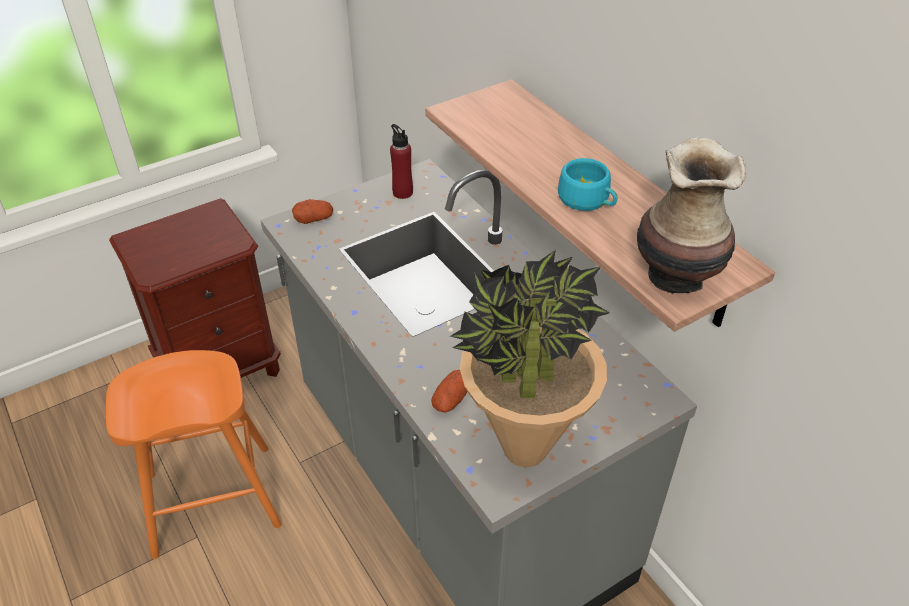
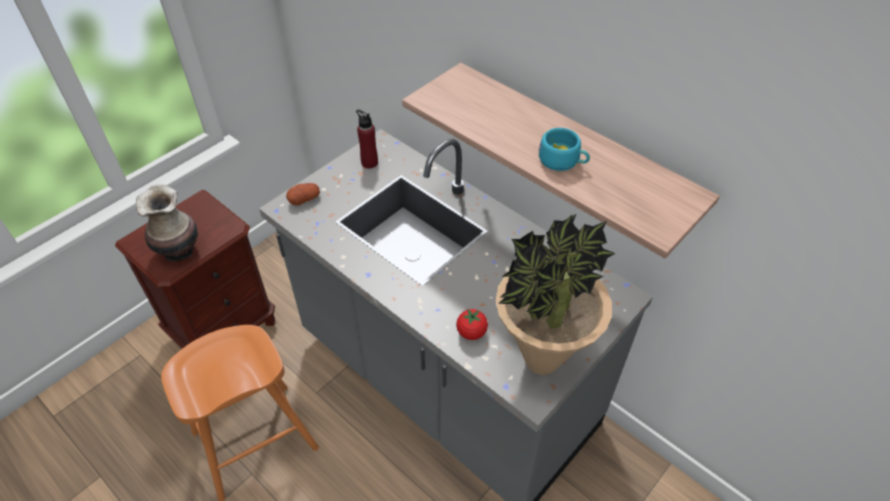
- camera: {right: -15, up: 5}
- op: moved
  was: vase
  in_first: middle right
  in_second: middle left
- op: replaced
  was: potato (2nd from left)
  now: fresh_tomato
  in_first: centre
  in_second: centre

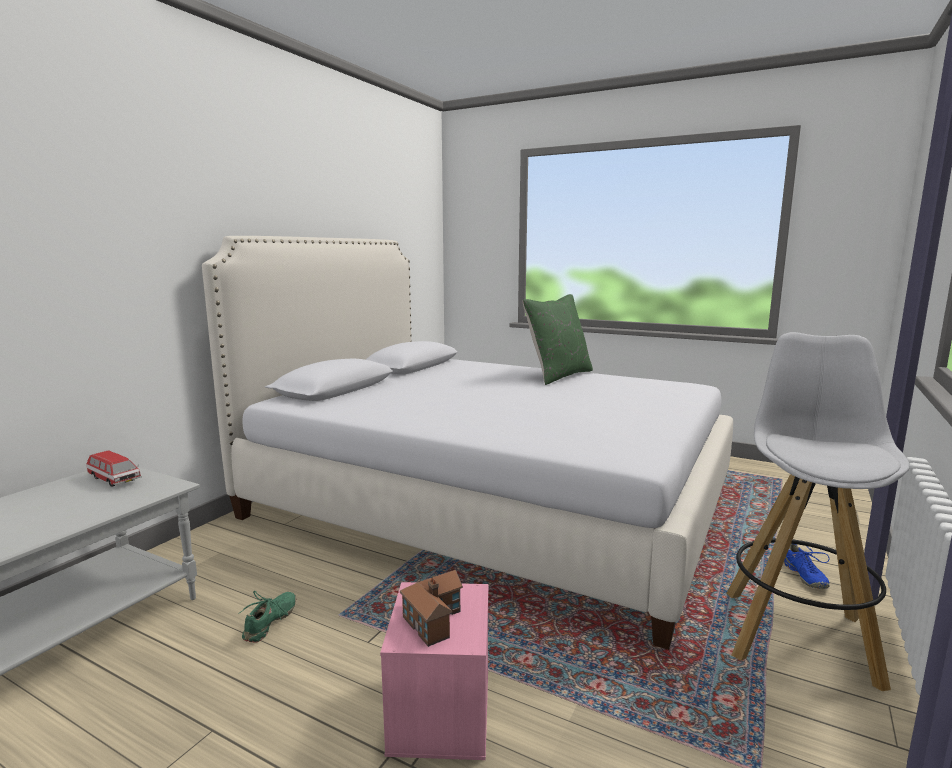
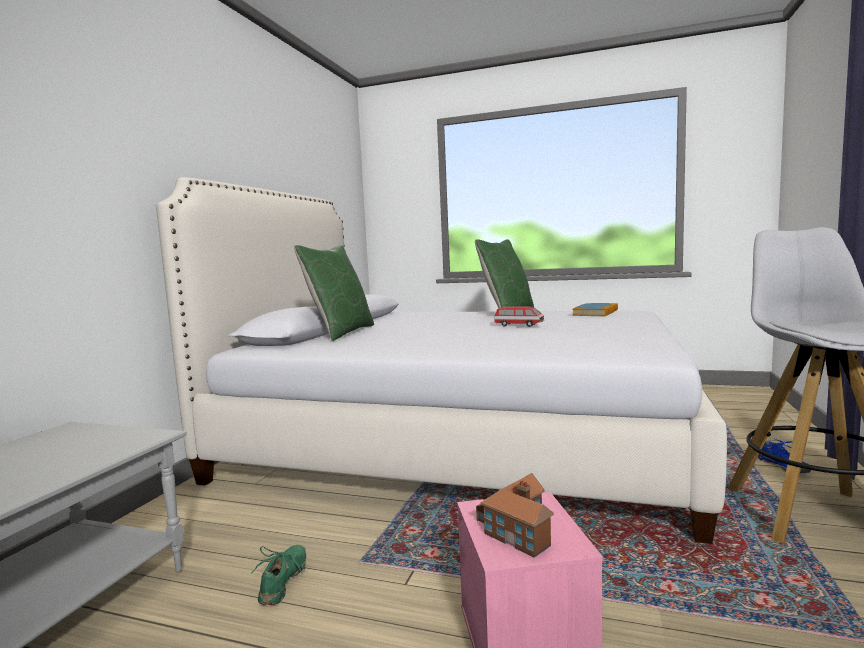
- camera: {right: -10, up: -5}
- op: moved
  was: miniature_car
  in_first: middle left
  in_second: centre
- op: added
  now: green-coloured_cushion (1st from left)
  in_second: centre
- op: added
  now: volume
  in_second: middle right

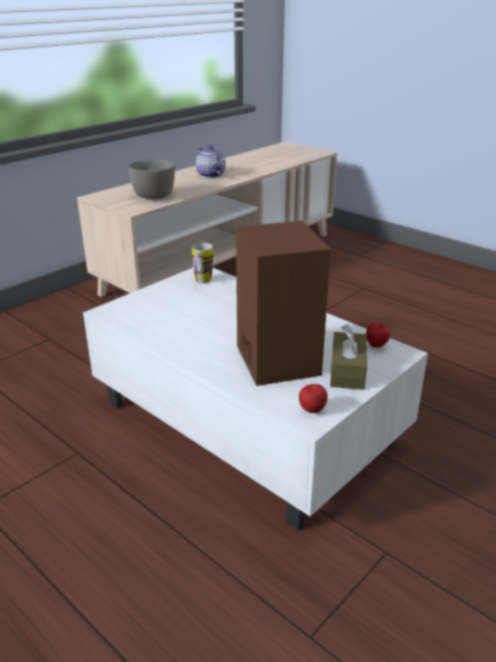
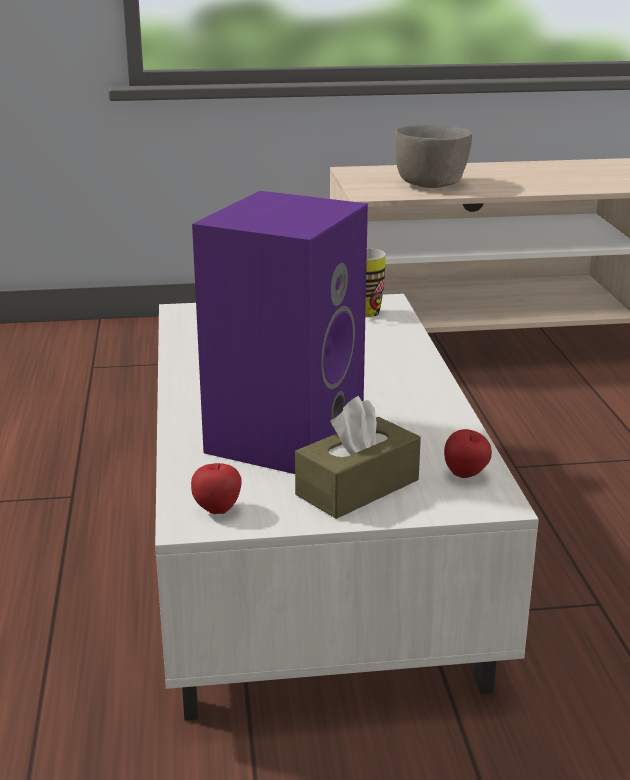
- camera: {right: 40, up: -5}
- op: removed
  was: pot_for_tea
  in_first: top centre
- op: recoloured
  was: brownish_loudspeaker
  now: purplish_loudspeaker
  in_first: centre
  in_second: centre

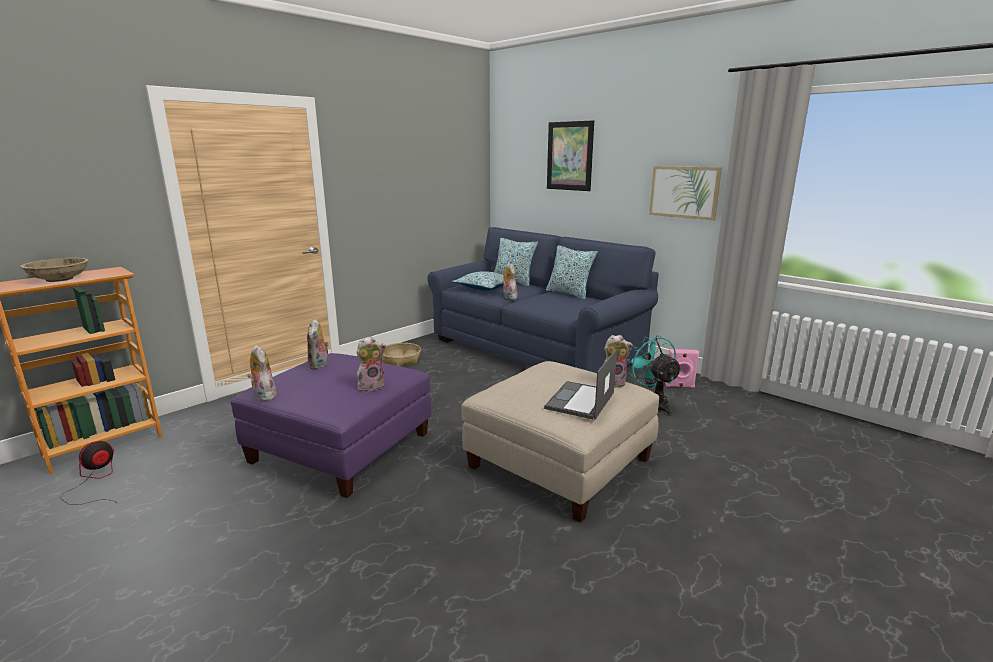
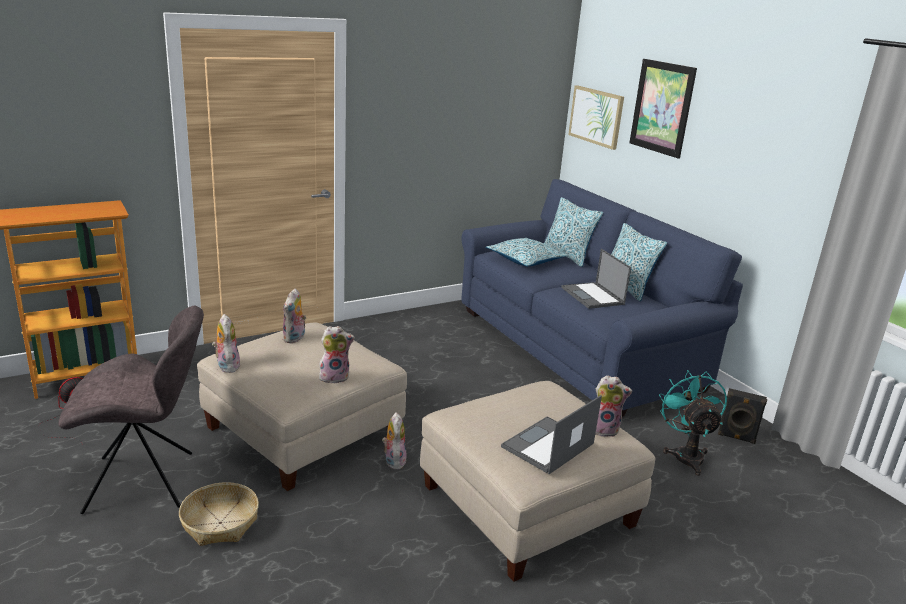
- camera: {right: 15, up: 5}
- op: moved
  was: wall_picture (2nd from left in the first image)
  now: wall_picture (1st from left)
  in_first: top right
  in_second: top centre
- op: removed
  was: sand-coloured_deep_dish
  in_first: middle left
- op: moved
  was: cuddly_toy (4th from left)
  in_first: centre
  in_second: bottom centre
- op: moved
  was: basket
  in_first: centre
  in_second: bottom left
- op: recoloured
  was: pink-coloured_loudspeaker
  now: blackish_loudspeaker
  in_first: middle right
  in_second: bottom right
- op: recoloured
  was: purplish_pouffe
  now: sand-coloured_pouffe (1st from left)
  in_first: centre
  in_second: bottom centre
- op: added
  now: laptop (2nd from left)
  in_second: centre
- op: added
  now: gray_plain_chair
  in_second: bottom left

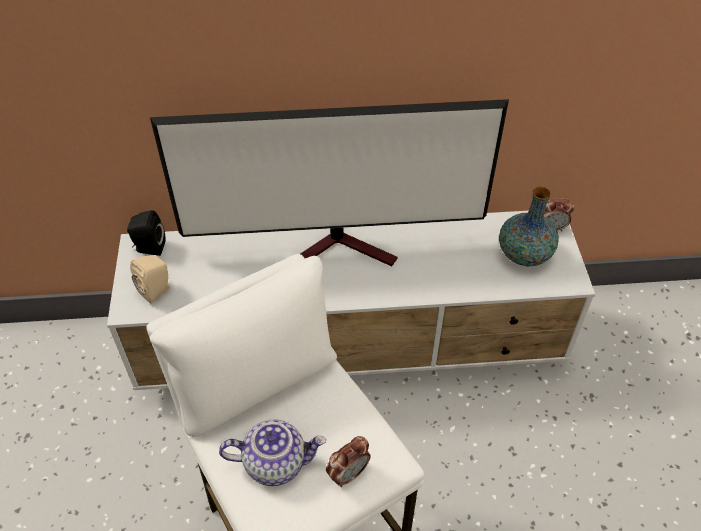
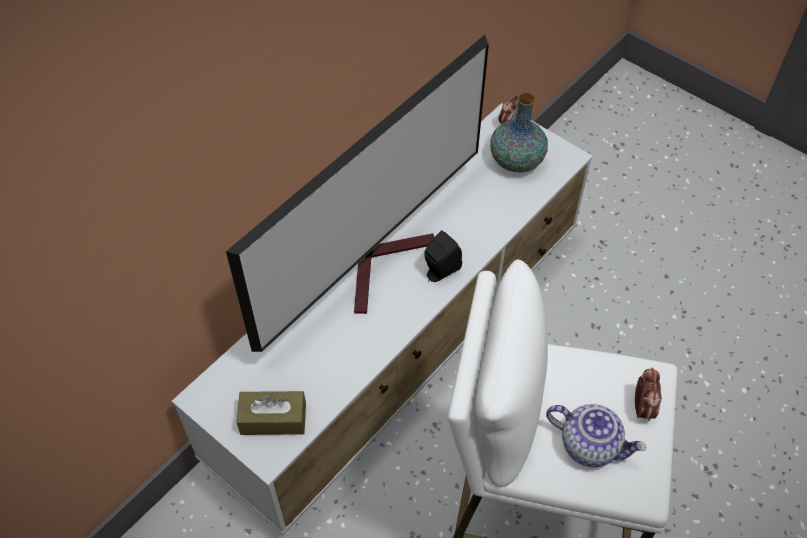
- camera: {right: -45, up: 5}
- op: moved
  was: blackish_loudspeaker
  in_first: middle left
  in_second: centre
- op: replaced
  was: sand-coloured_loudspeaker
  now: brownish_tissue_box
  in_first: middle left
  in_second: bottom centre
- op: turned
  was: pot_for_tea
  in_first: bottom centre
  in_second: bottom right
  clockwise: 75

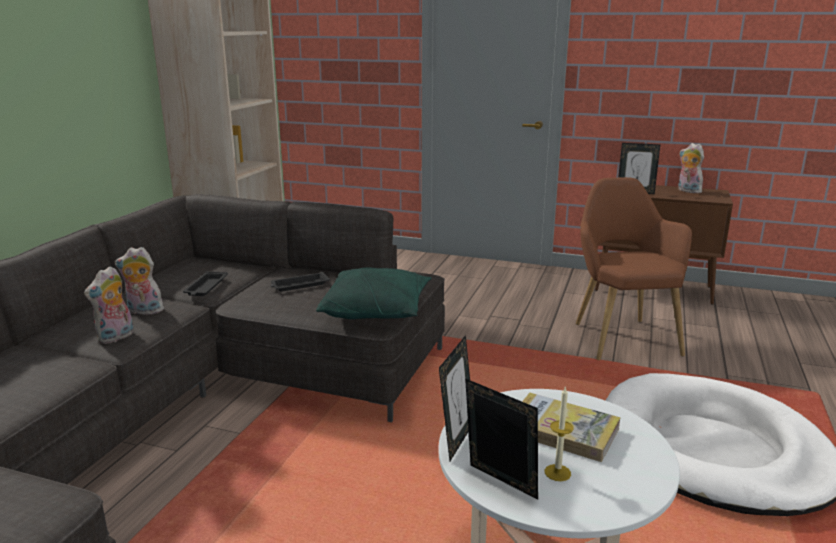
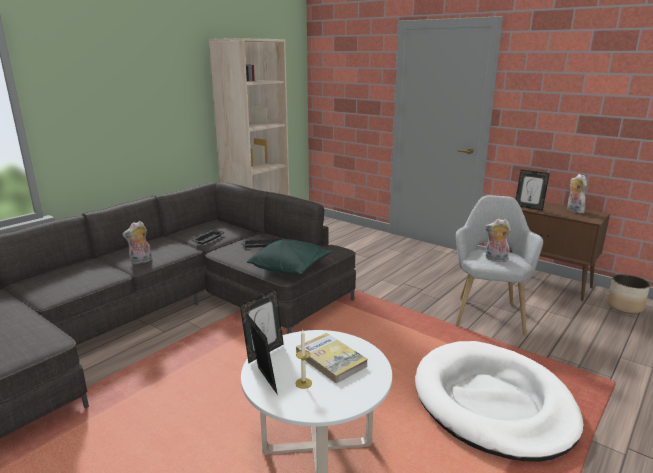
- camera: {right: 20, up: 0}
- op: recoloured
  was: brownish_armchair
  now: gray_armchair
  in_first: middle right
  in_second: middle right
- op: moved
  was: cuddly_toy (2nd from left)
  in_first: middle left
  in_second: middle right
- op: added
  now: plant_pot
  in_second: middle right

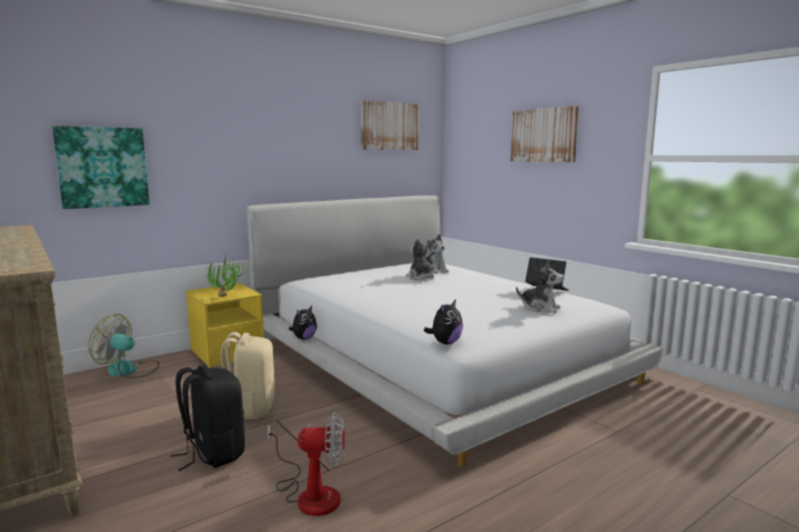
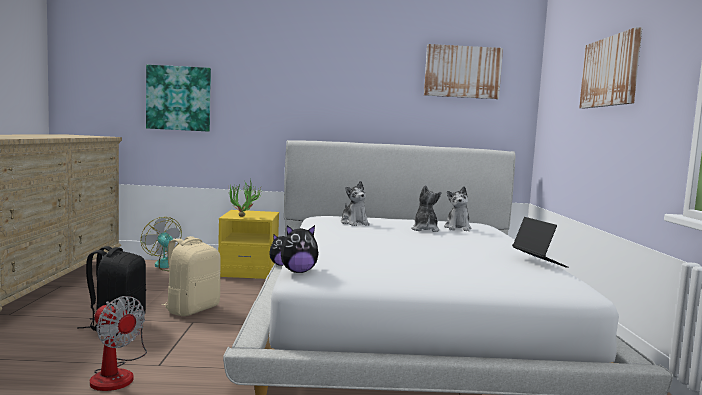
- camera: {right: 35, up: -5}
- op: moved
  was: cuddly_toy (5th from left in the first image)
  now: cuddly_toy (3rd from left)
  in_first: middle right
  in_second: centre

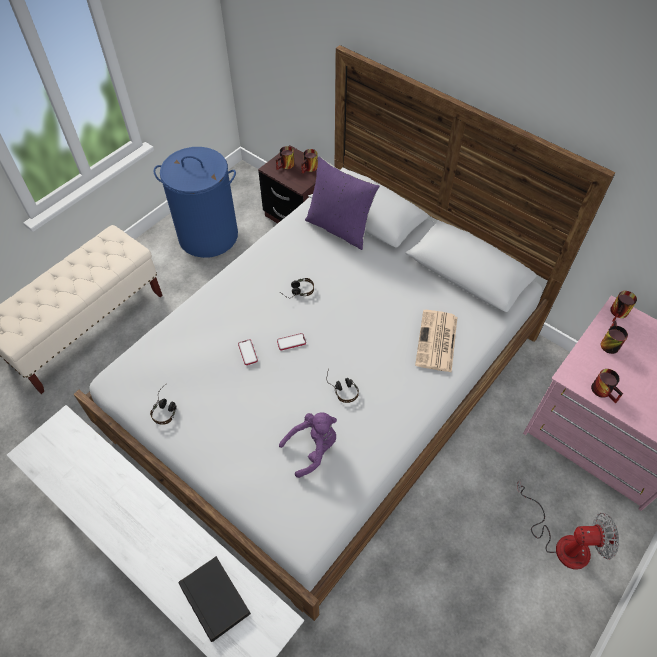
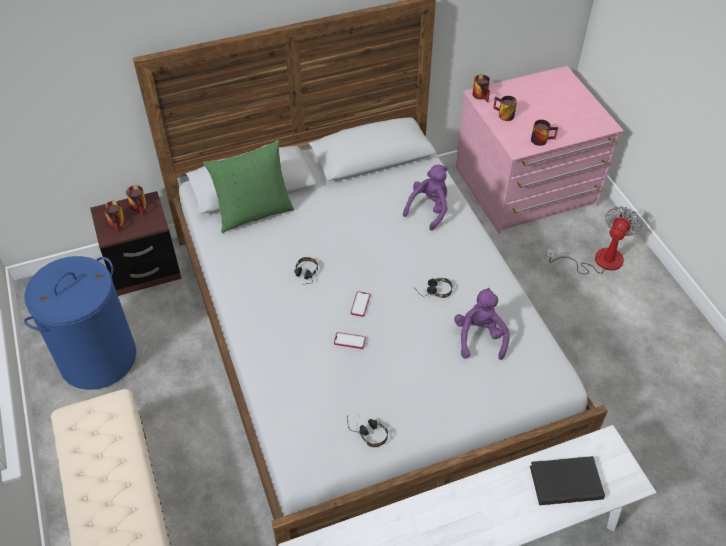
- camera: {right: -60, up: -5}
- op: recoloured
  was: purplish_cushion
  now: green-coloured_cushion
  in_first: top centre
  in_second: centre
- op: replaced
  was: daily_paper
  now: purplish_cuddly_toy (1st from left)
  in_first: centre
  in_second: centre

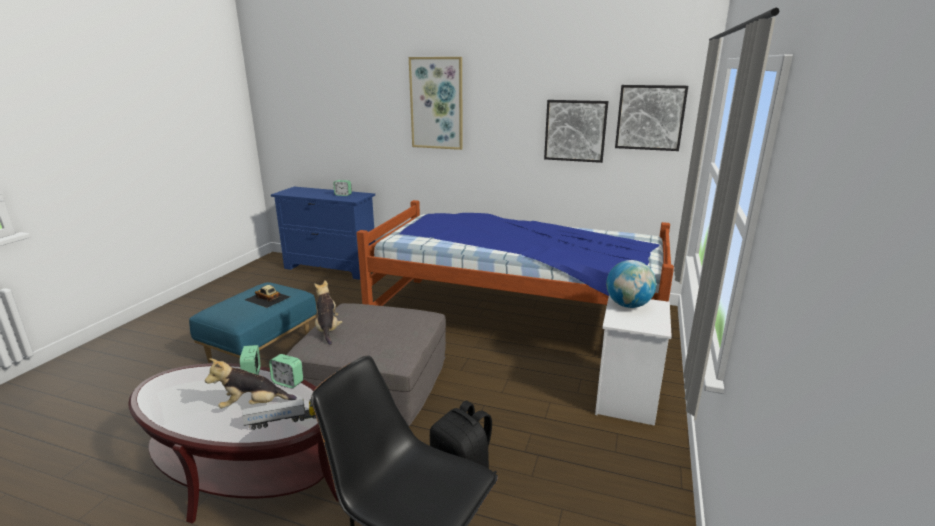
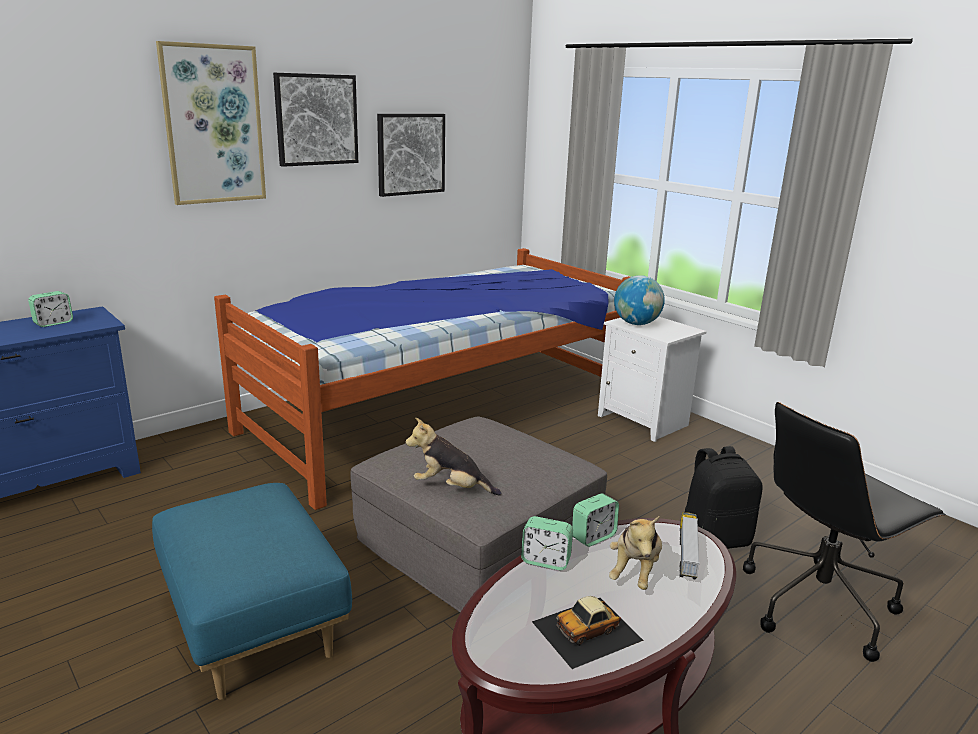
- camera: {right: -60, up: 0}
- op: moved
  was: wall_picture (3rd from left in the first image)
  now: wall_picture (2nd from left)
  in_first: top right
  in_second: top left
- op: moved
  was: miniature_car
  in_first: middle left
  in_second: bottom centre

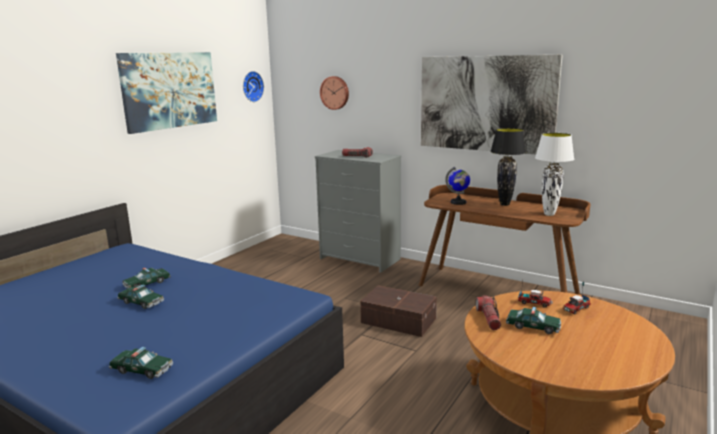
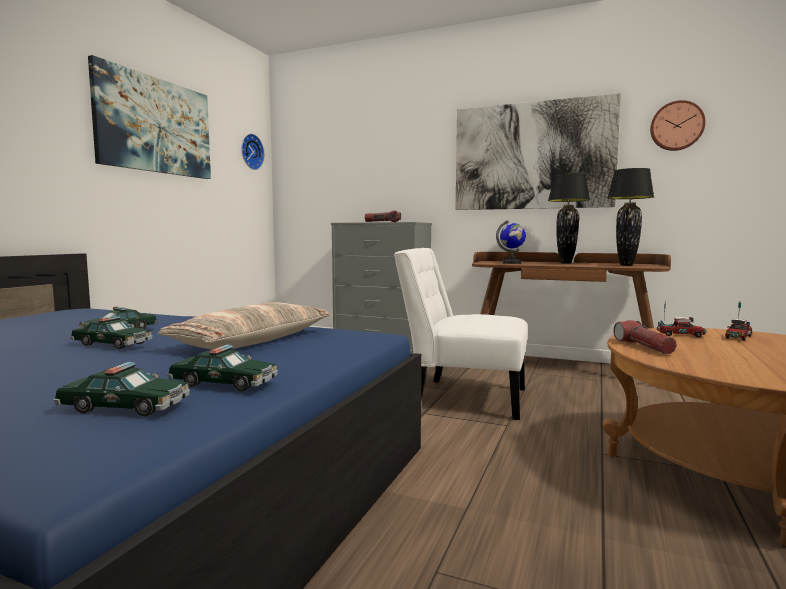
- camera: {right: -10, up: -10}
- op: moved
  was: clock_on_the_wall (2nd from left)
  in_first: top centre
  in_second: top right
- op: recoloured
  was: white_lamp_for_a_table
  now: blackish_lamp_for_a_table (2nd from left)
  in_first: middle right
  in_second: middle right
- op: replaced
  was: brownish_storage_bin
  now: white_plain_chair
  in_first: bottom centre
  in_second: centre
- op: moved
  was: miniature_car (4th from left)
  in_first: bottom right
  in_second: middle left
- op: added
  now: cushion
  in_second: middle left

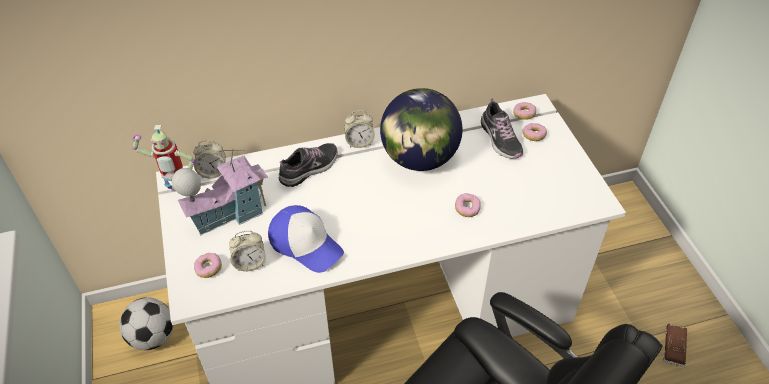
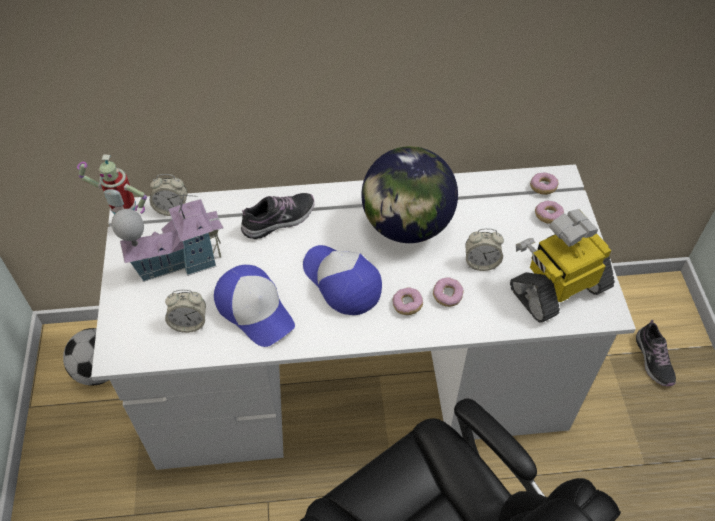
- camera: {right: 10, up: 5}
- op: moved
  was: item_of_footwear (2nd from left)
  in_first: centre
  in_second: bottom right
- op: moved
  was: bedside_clock (3rd from left)
  in_first: centre
  in_second: middle right
- op: moved
  was: ring_doughnut (1st from left)
  in_first: bottom left
  in_second: centre
- op: removed
  was: brownish_miniature_car
  in_first: bottom right
- op: added
  now: robot_figure (2nd from left)
  in_second: middle right
- op: added
  now: cap (2nd from left)
  in_second: centre

